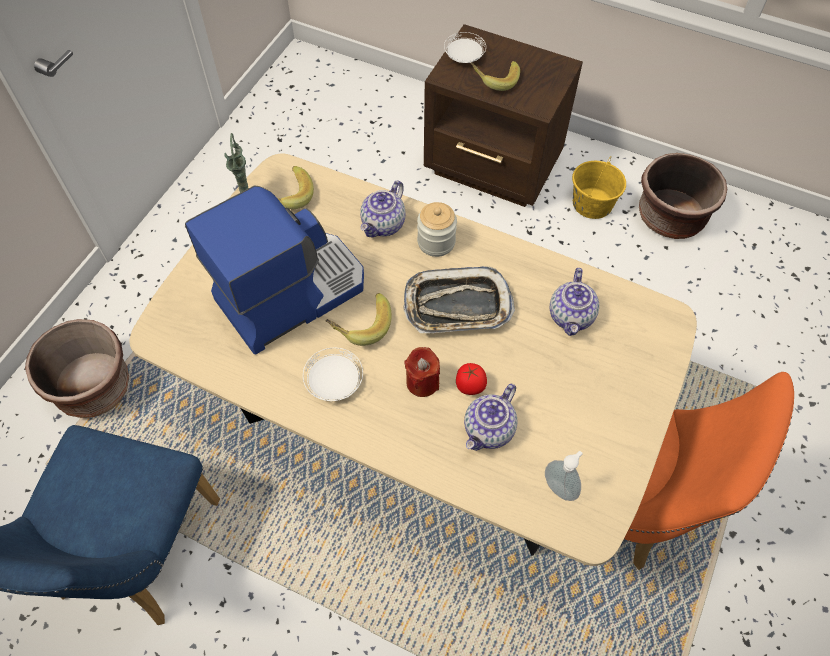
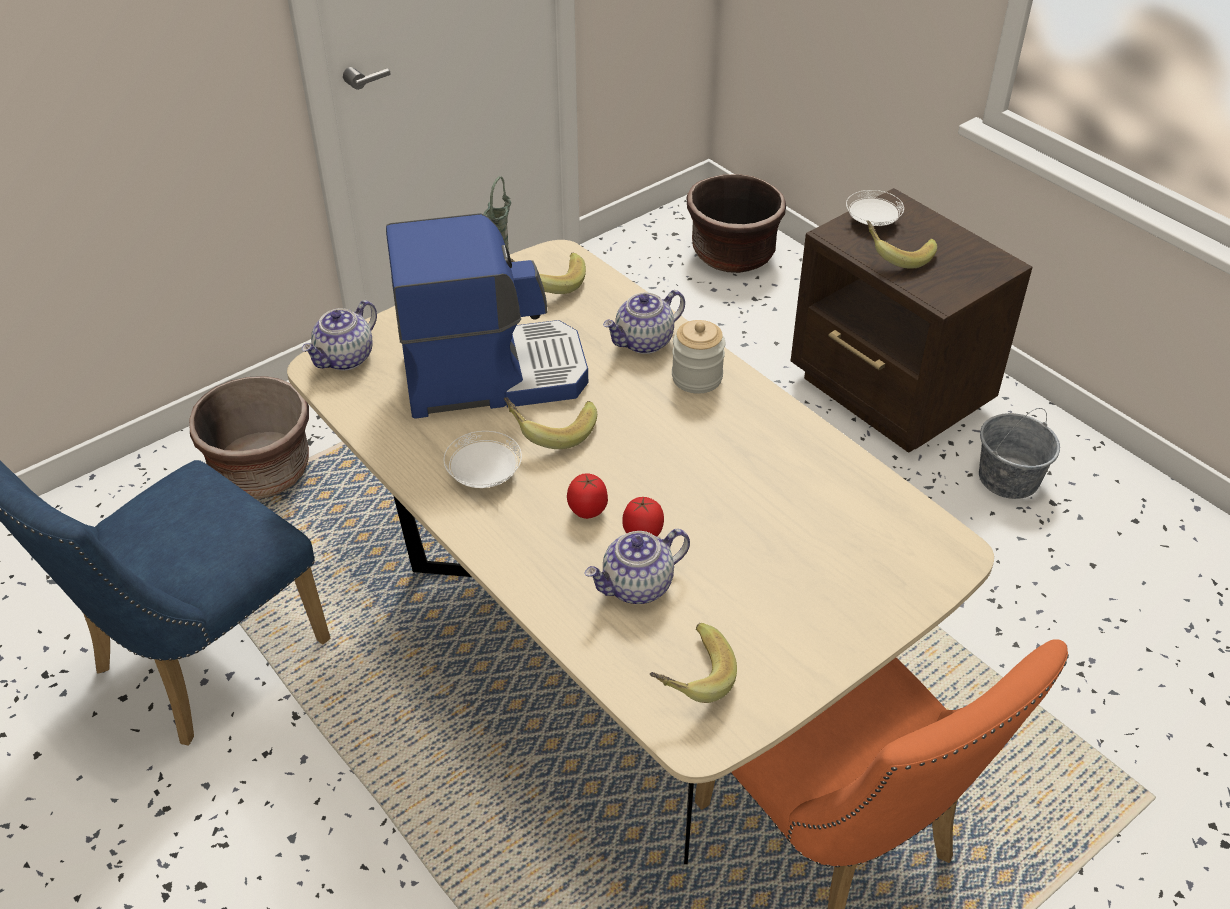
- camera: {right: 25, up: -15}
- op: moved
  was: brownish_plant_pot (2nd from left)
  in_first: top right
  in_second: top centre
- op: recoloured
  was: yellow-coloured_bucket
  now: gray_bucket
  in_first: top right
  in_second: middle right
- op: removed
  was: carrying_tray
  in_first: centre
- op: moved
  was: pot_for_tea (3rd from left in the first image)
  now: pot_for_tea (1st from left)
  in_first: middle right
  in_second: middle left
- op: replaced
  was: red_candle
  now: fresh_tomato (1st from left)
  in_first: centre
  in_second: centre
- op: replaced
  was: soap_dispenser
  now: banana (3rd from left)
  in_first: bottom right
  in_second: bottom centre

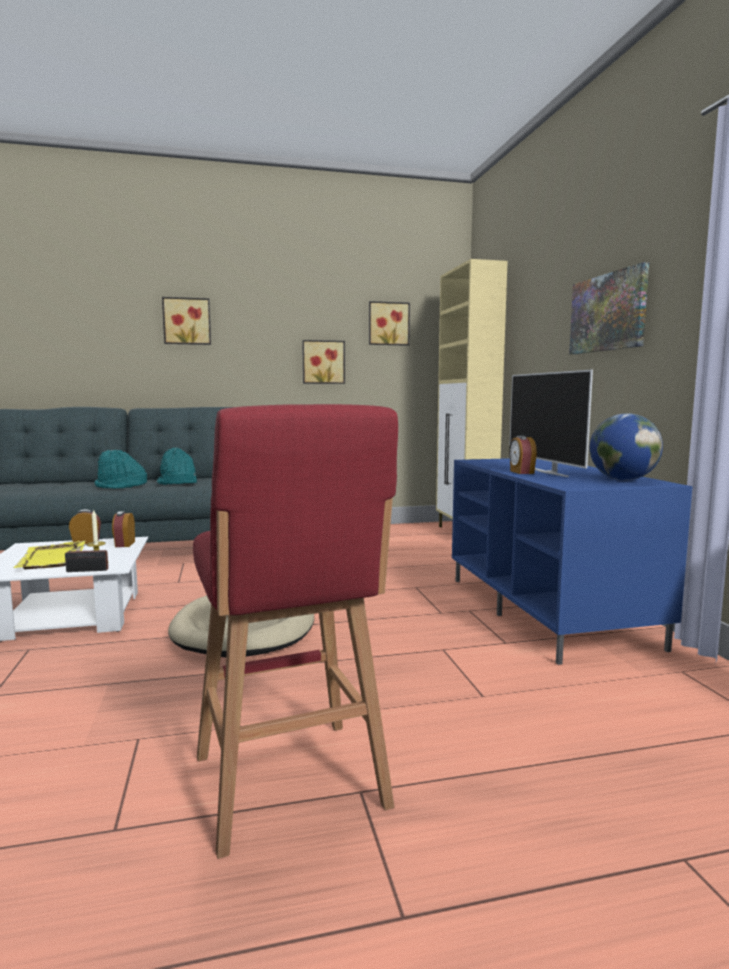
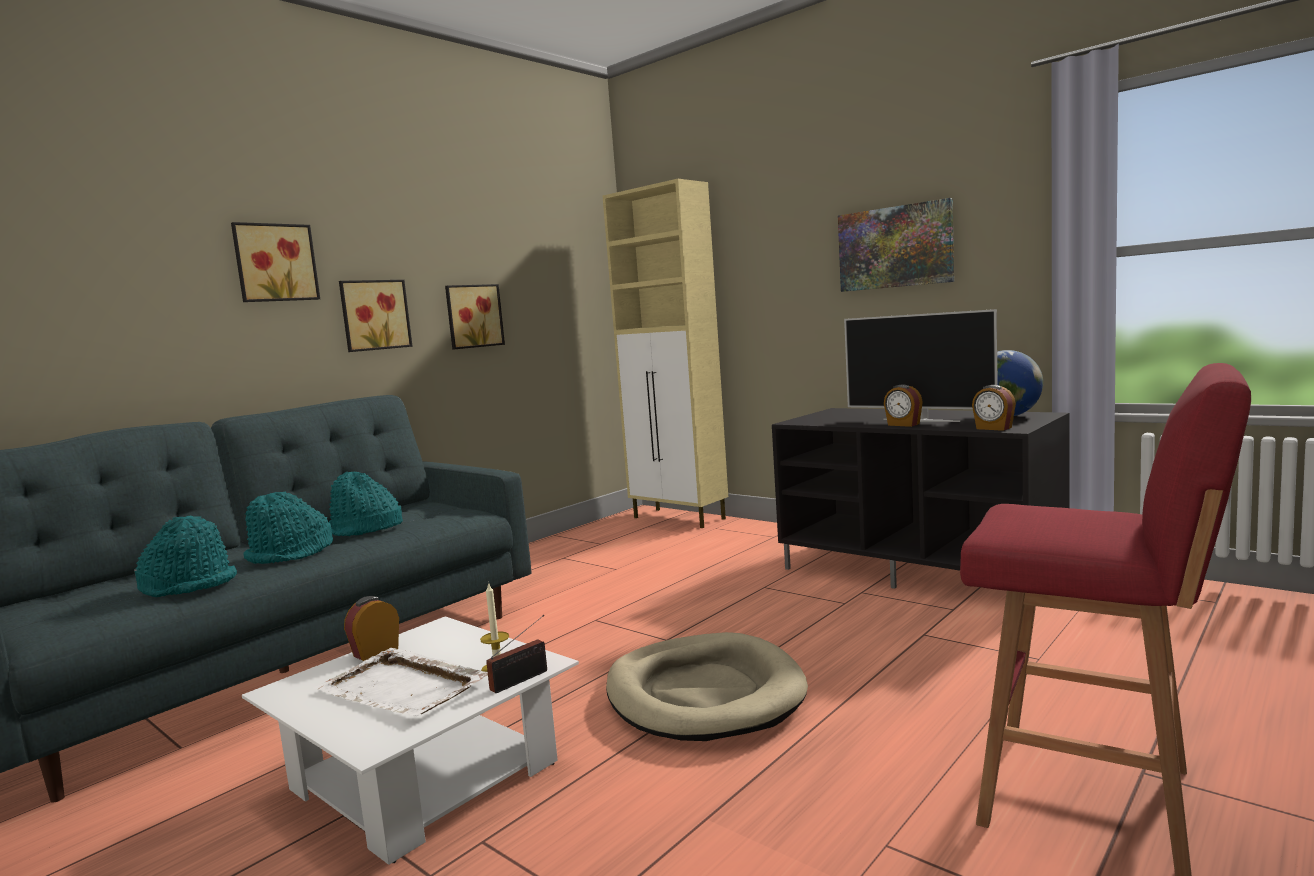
- camera: {right: -35, up: 0}
- op: moved
  was: wall_picture (3rd from left in the first image)
  now: wall_picture (2nd from left)
  in_first: centre
  in_second: middle left
- op: recoloured
  was: bluish_media_console
  now: blackish_media_console
  in_first: middle right
  in_second: middle right
- op: moved
  was: bedside_clock (2nd from left in the first image)
  now: bedside_clock (3rd from left)
  in_first: middle left
  in_second: middle right
- op: recoloured
  was: yellow-coloured_carrying_tray
  now: white_carrying_tray
  in_first: middle left
  in_second: bottom left
- op: added
  now: turquoise-coloured_wearable_hat (1st from left)
  in_second: middle left

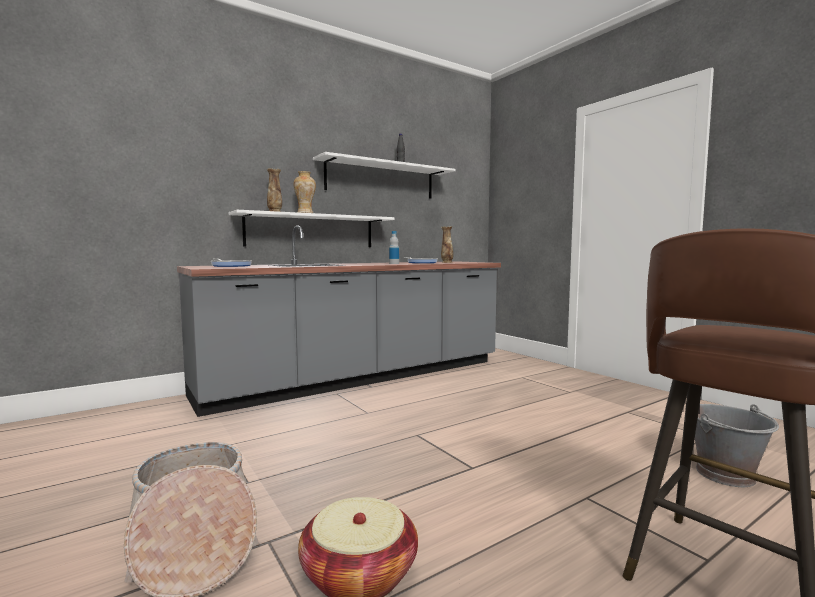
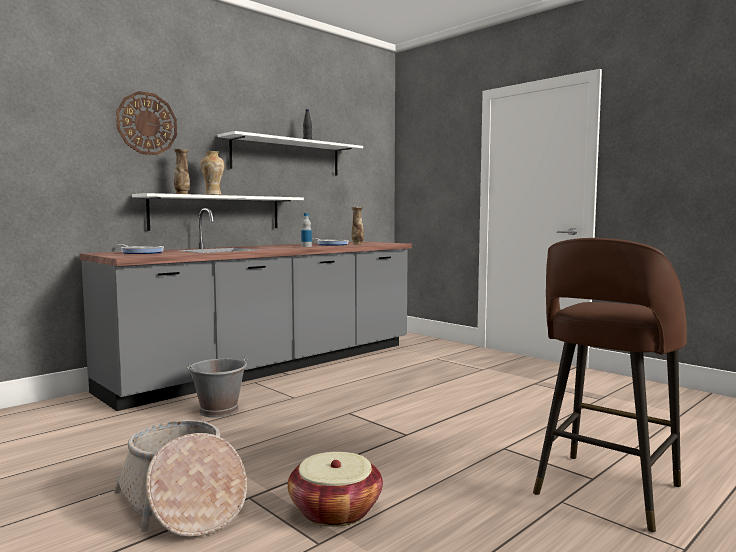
- camera: {right: -10, up: 0}
- op: moved
  was: gray_bucket
  in_first: bottom right
  in_second: bottom left
- op: added
  now: clock_on_the_wall
  in_second: top left

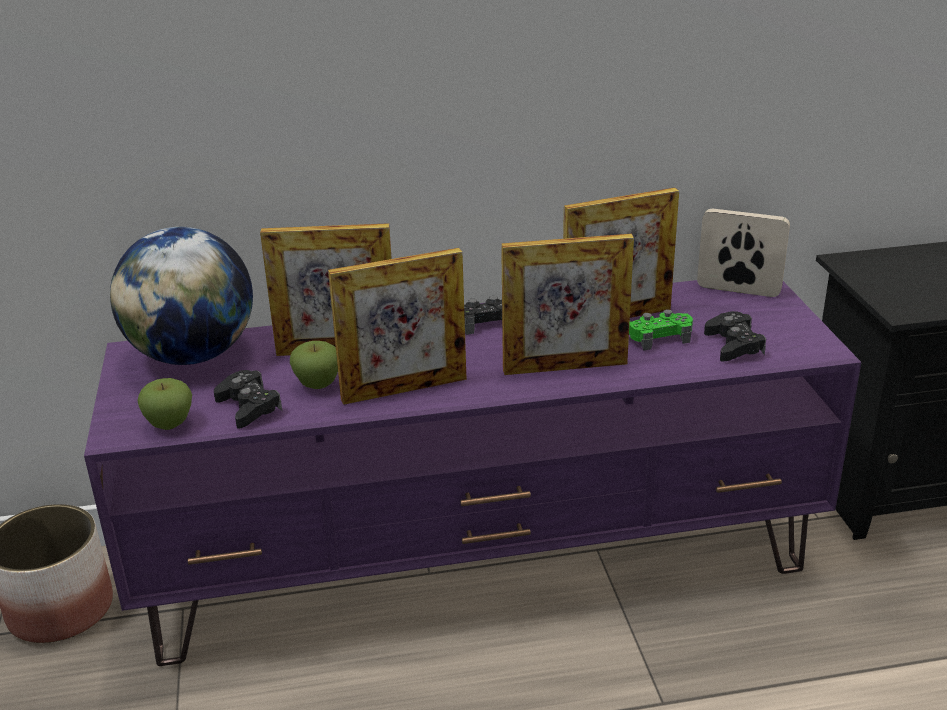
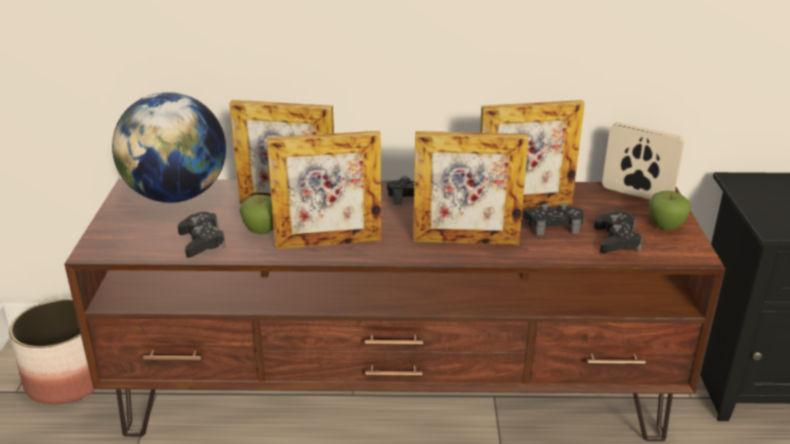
- camera: {right: 10, up: 0}
- op: recoloured
  was: purplish_media_console
  now: brownish_media_console
  in_first: centre
  in_second: bottom centre
- op: recoloured
  was: green-coloured_game_controller
  now: blackish_game_controller (3rd from left)
  in_first: middle right
  in_second: middle right
- op: moved
  was: whole_apple (1st from left in the first image)
  now: whole_apple (2nd from left)
  in_first: middle left
  in_second: middle right

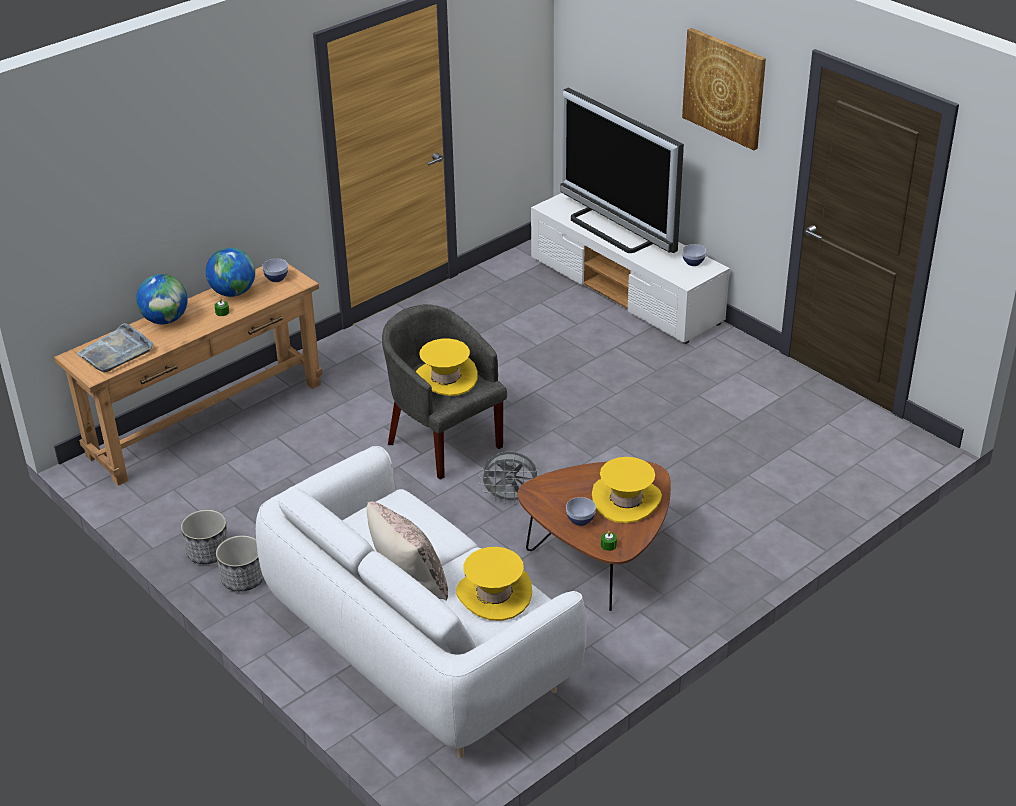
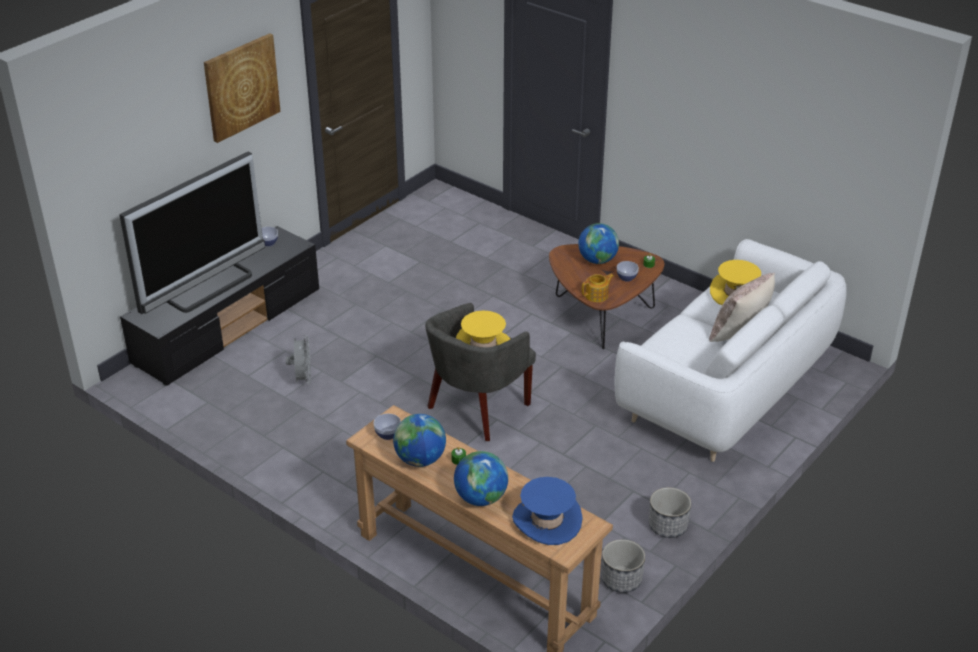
- camera: {right: -100, up: 0}
- op: recoloured
  was: white_media_console
  now: blackish_media_console
  in_first: top centre
  in_second: middle left
- op: replaced
  was: gray_carrying_tray
  now: bluish_wearable_hat
  in_first: middle left
  in_second: bottom centre
- op: moved
  was: gray_fan
  in_first: centre
  in_second: middle left
- op: replaced
  was: yellow-coloured_wearable_hat (3rd from left)
  now: globe (3rd from left)
  in_first: centre
  in_second: centre
- op: moved
  was: plant_pot (2nd from left in the first image)
  now: plant_pot (1st from left)
  in_first: bottom left
  in_second: bottom centre
- op: added
  now: pot_for_tea
  in_second: centre

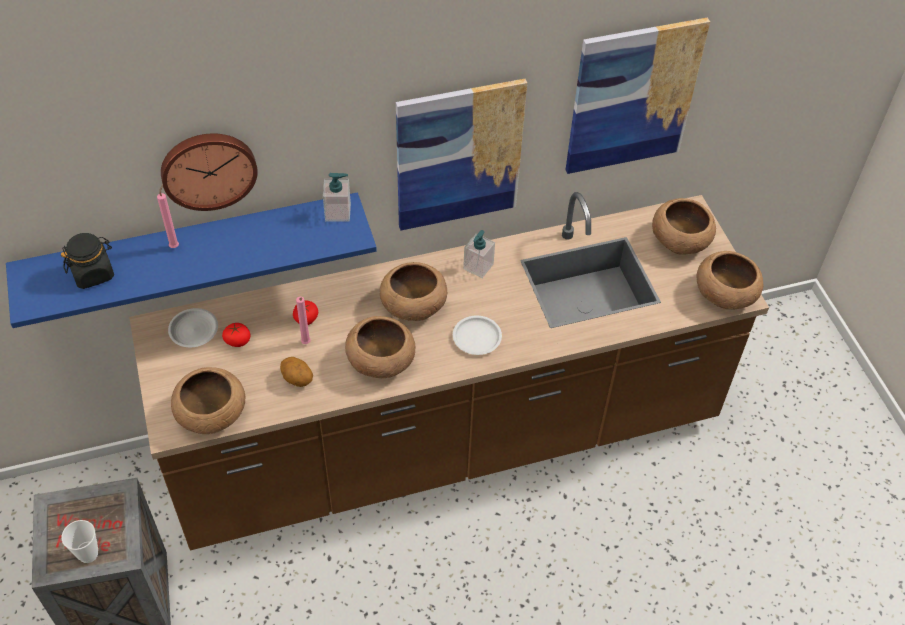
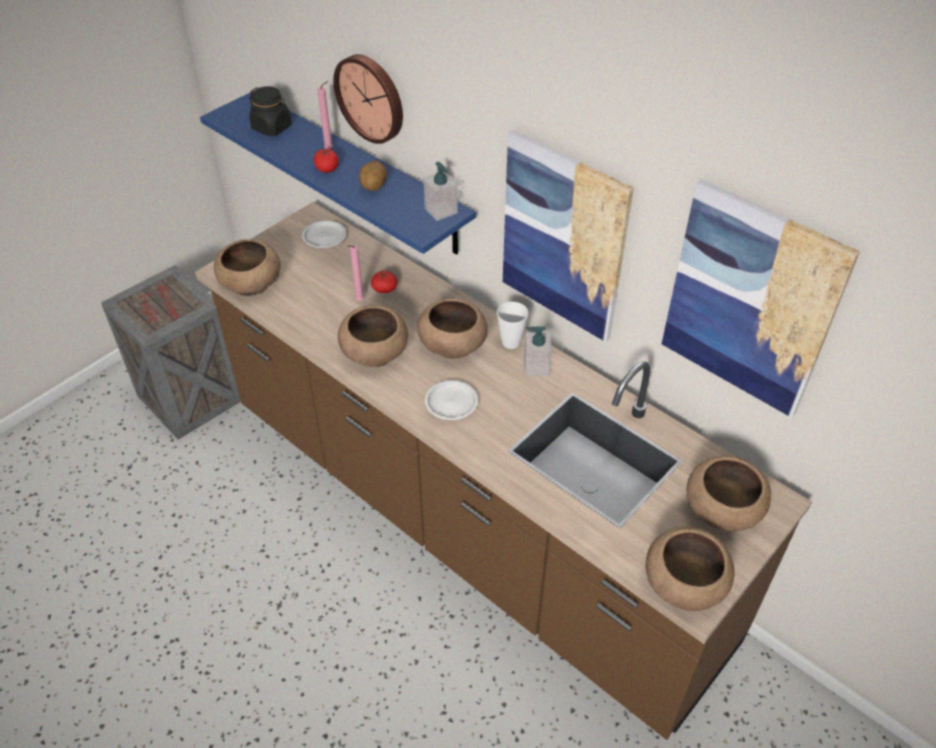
- camera: {right: 60, up: -5}
- op: moved
  was: fresh_tomato (1st from left)
  in_first: middle left
  in_second: top centre
- op: moved
  was: potato
  in_first: middle left
  in_second: top centre
- op: moved
  was: drinking_cup
  in_first: bottom left
  in_second: centre

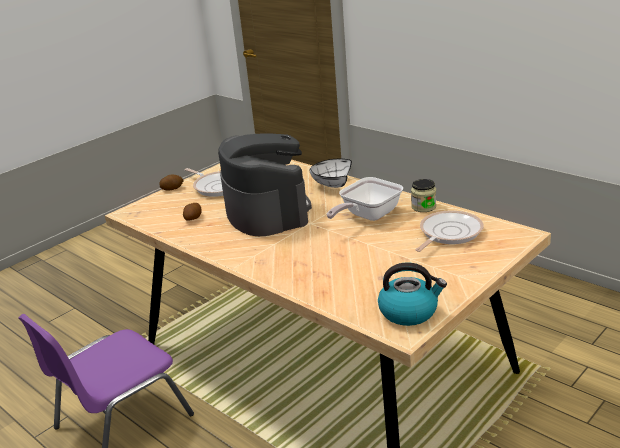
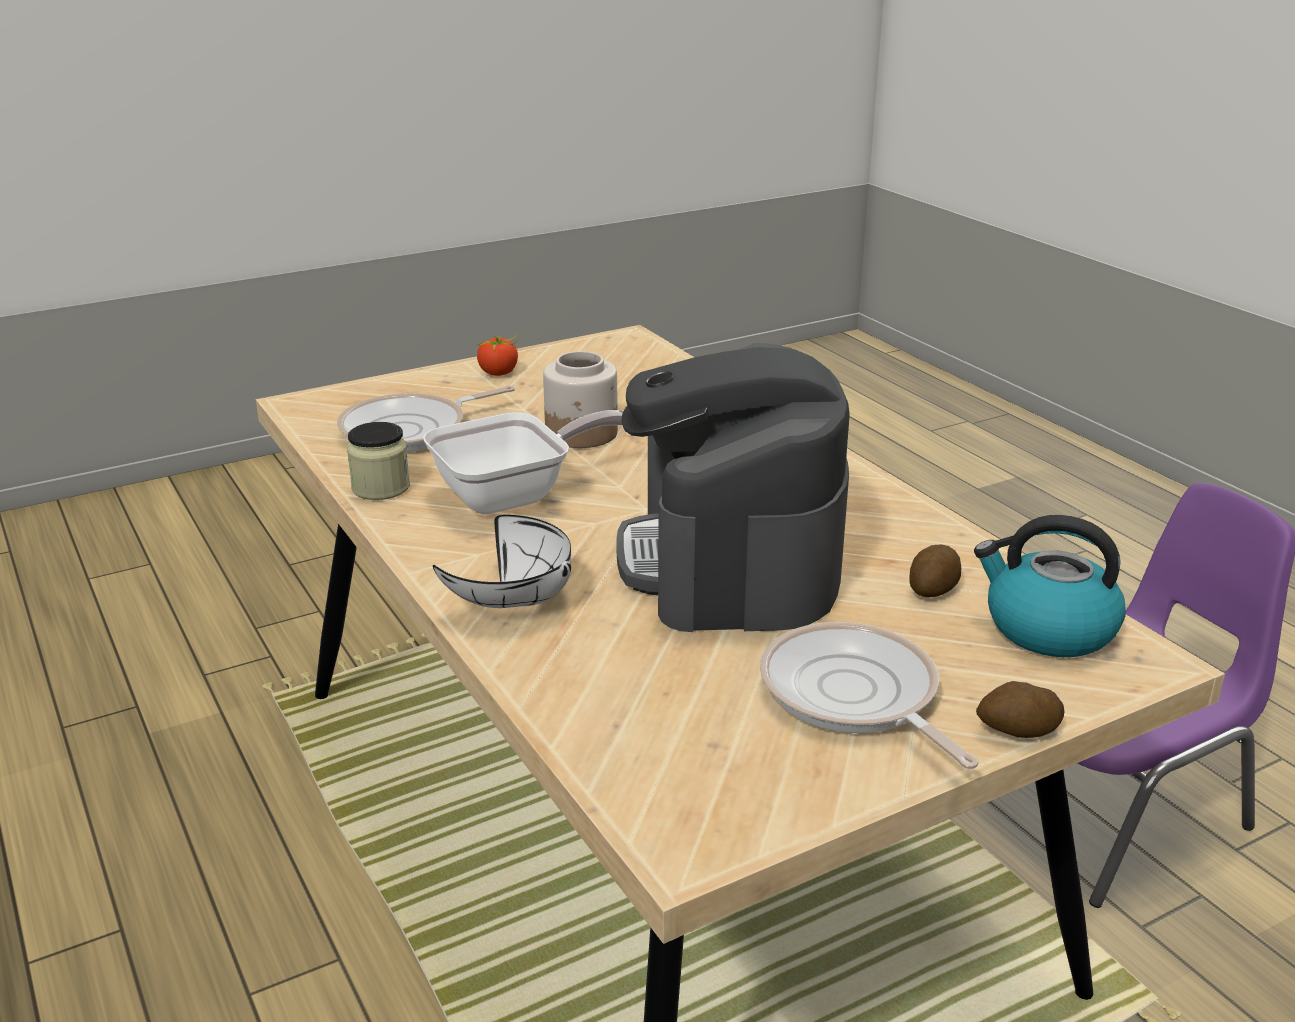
- camera: {right: -165, up: 0}
- op: moved
  was: tea_kettle
  in_first: centre
  in_second: middle right
- op: added
  now: fresh_tomato
  in_second: centre
- op: added
  now: jar (2nd from left)
  in_second: centre

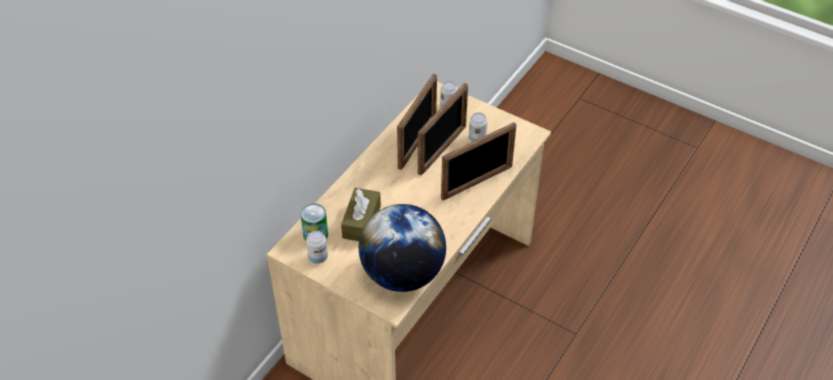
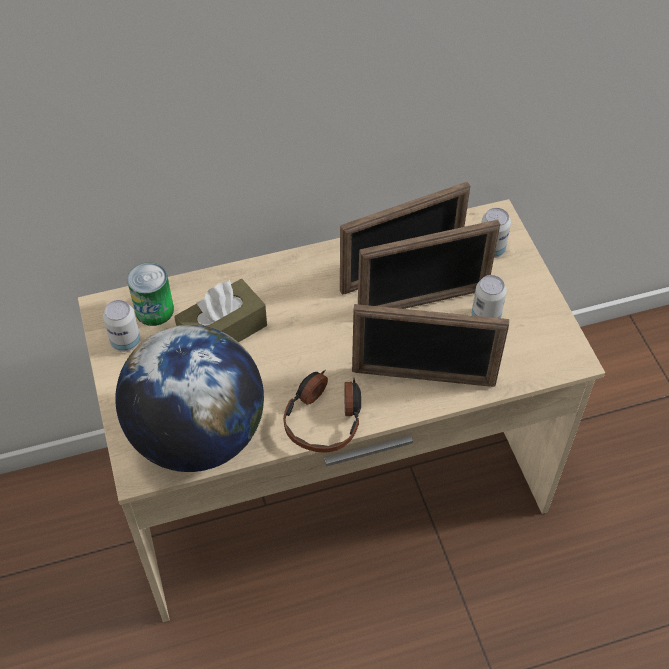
- camera: {right: 40, up: 5}
- op: added
  now: pair_of_headphones
  in_second: centre

